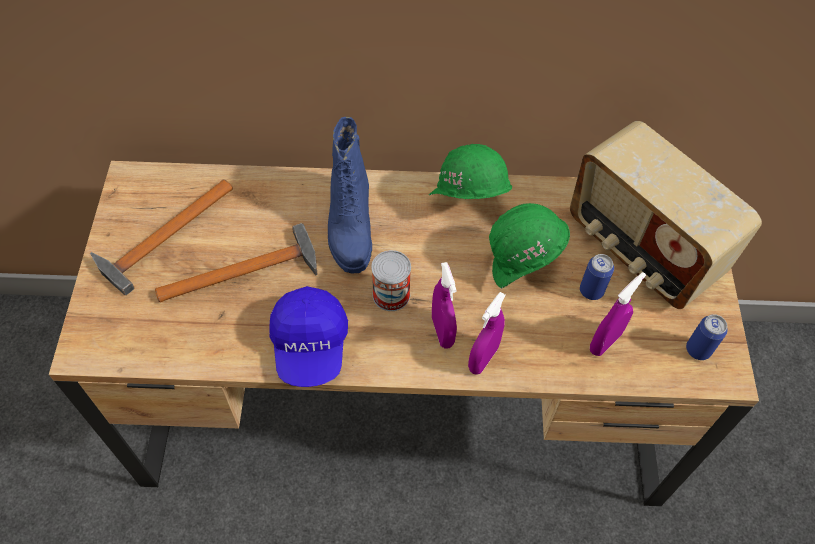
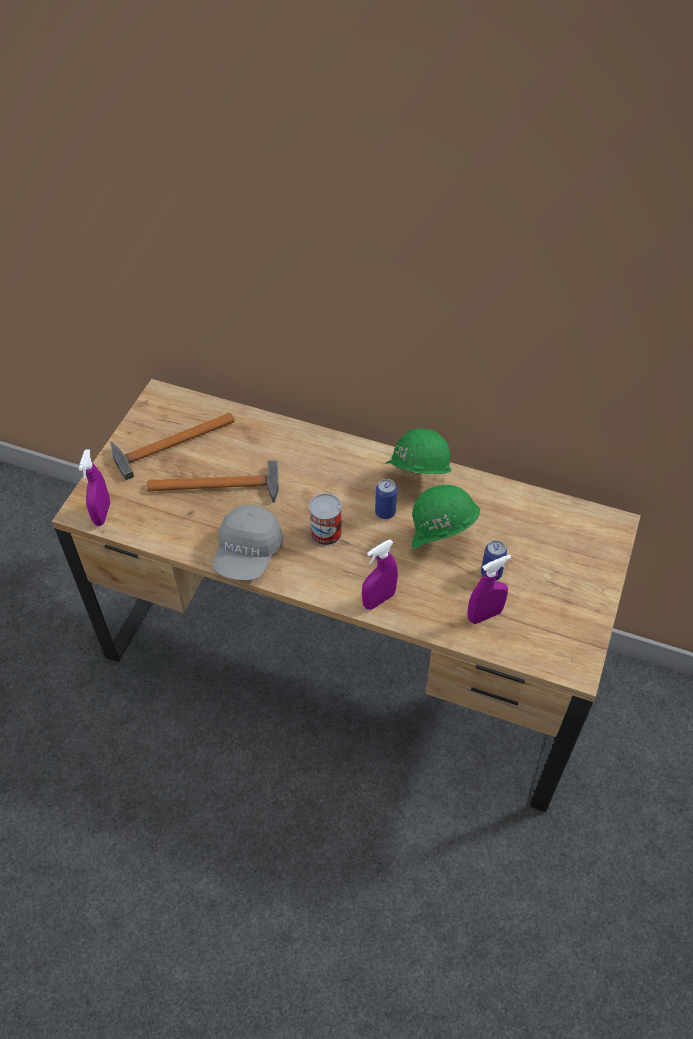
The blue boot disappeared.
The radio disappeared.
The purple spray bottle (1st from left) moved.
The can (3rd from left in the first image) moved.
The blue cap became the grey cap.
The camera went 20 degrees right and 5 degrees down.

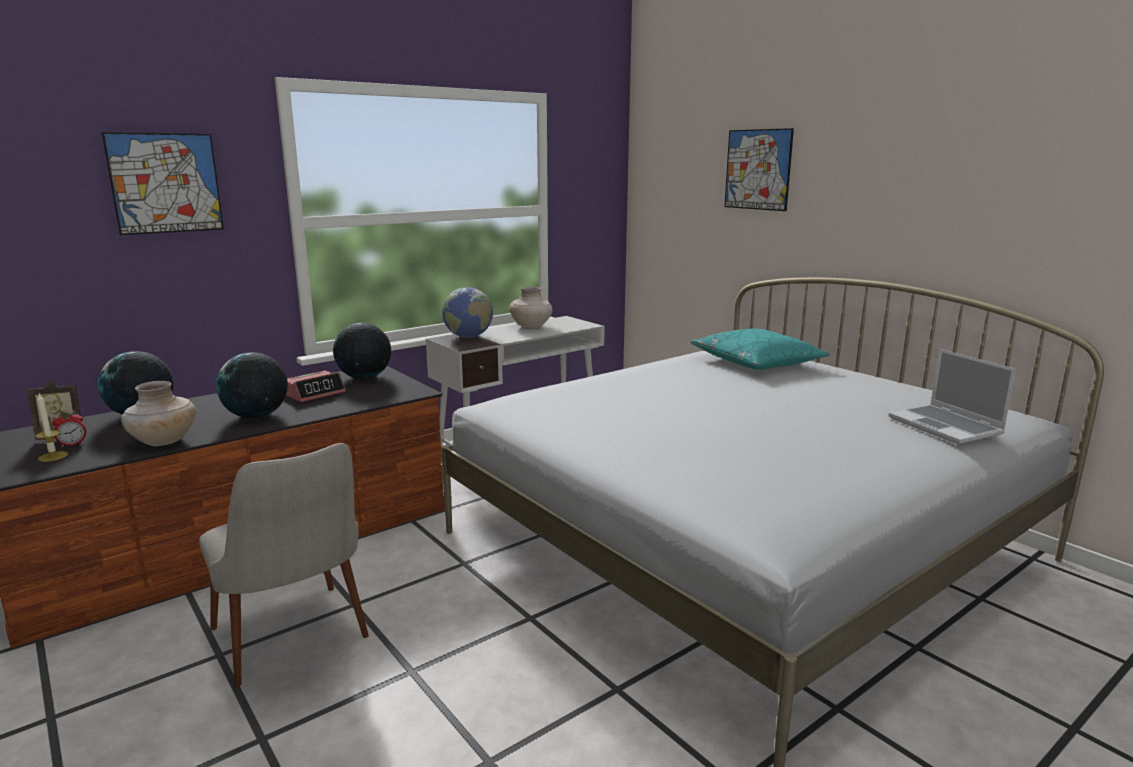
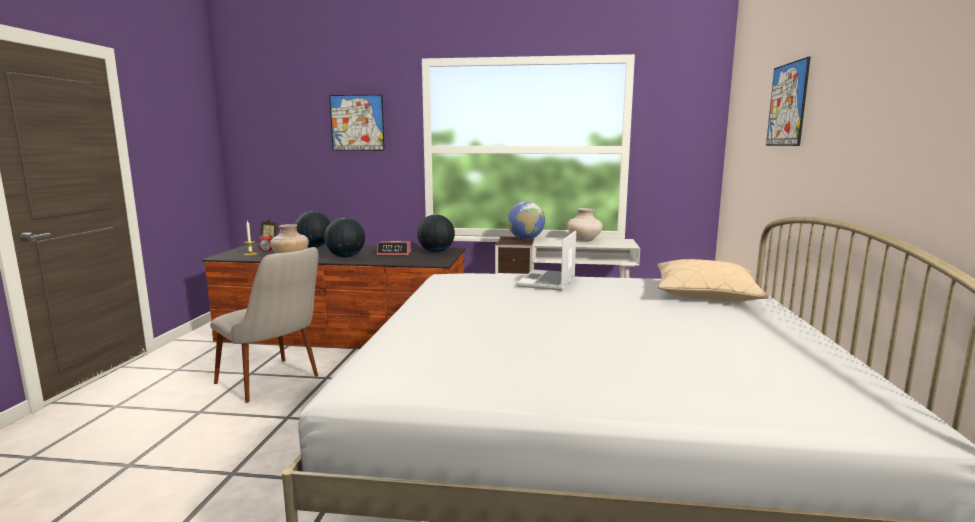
The laptop moved.
The turquoise pillow became the beige pillow.
The beige chair turned 60 degrees counterclockwise.
The camera went 45 degrees right and 5 degrees down.

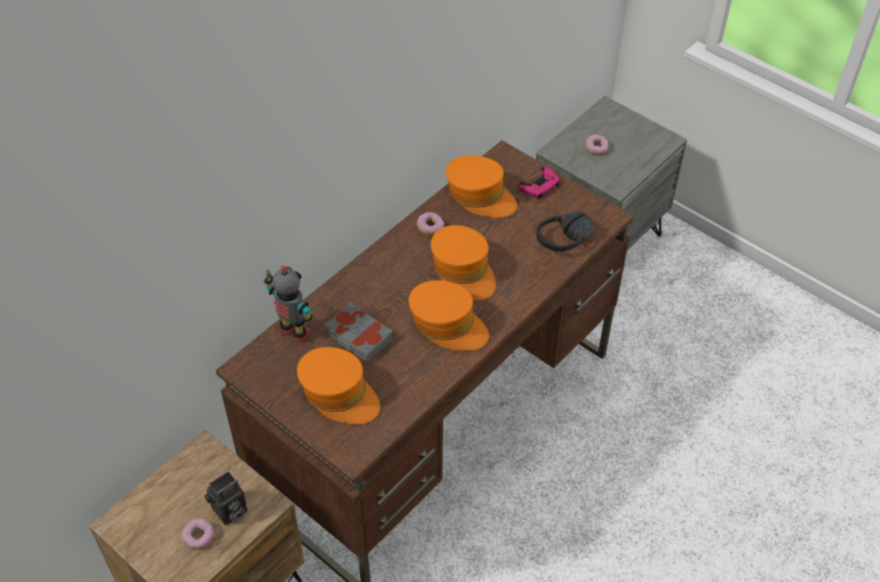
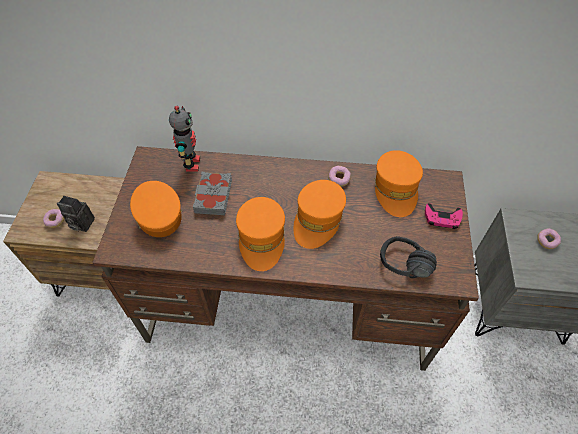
The orange cap (1st from left) turned 150 degrees clockwise.
The camera went 55 degrees right and 5 degrees up.

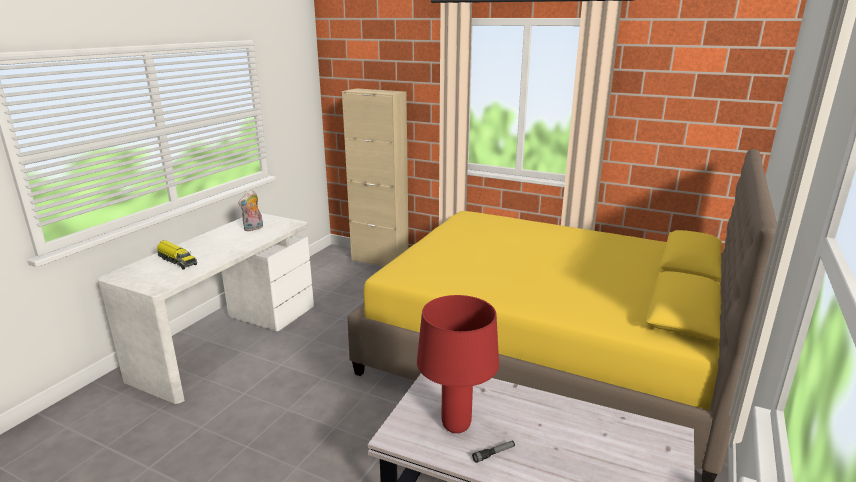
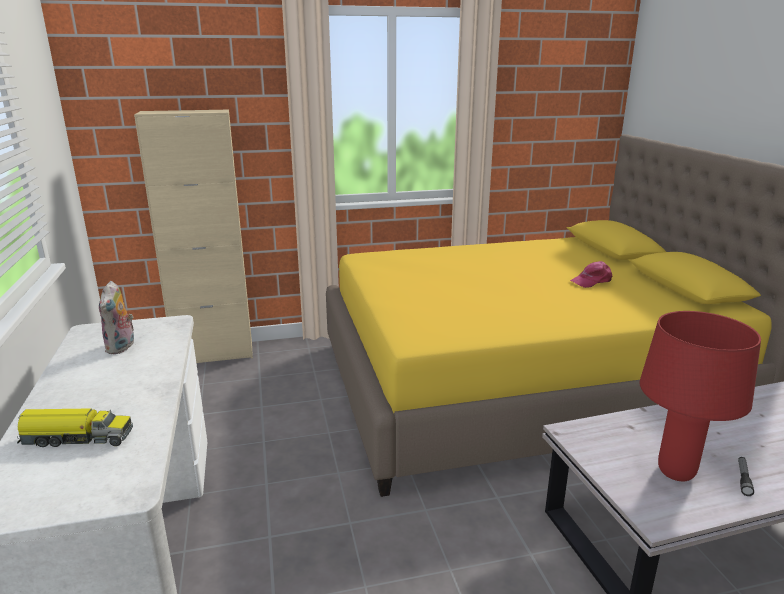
The pink cap appeared.
The camera went 40 degrees left and 0 degrees up.

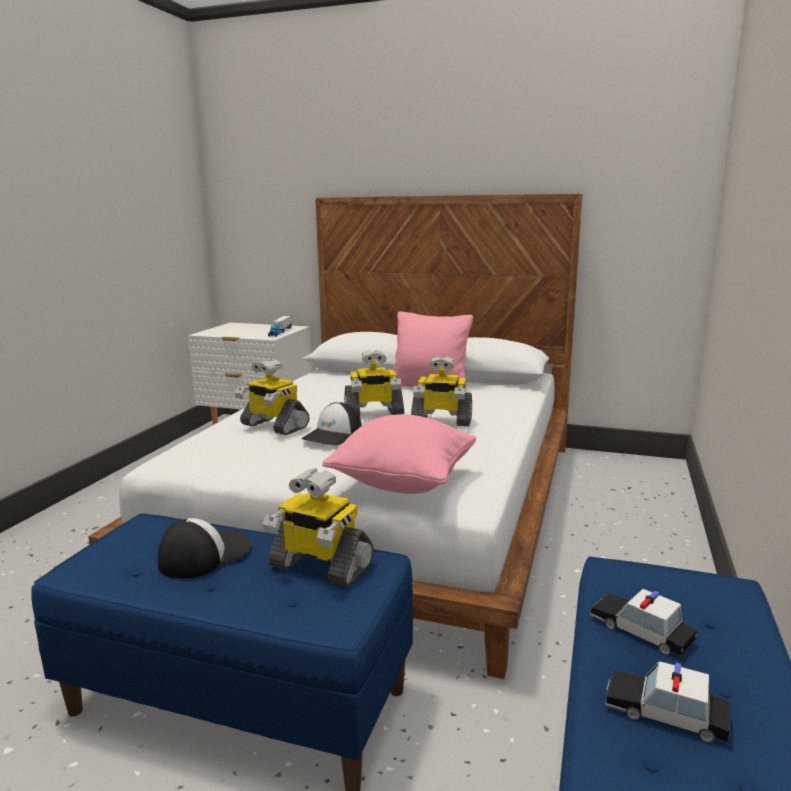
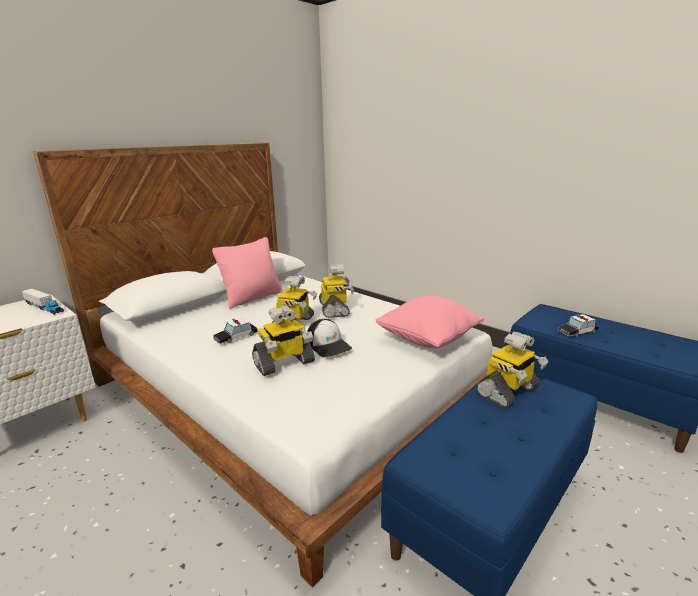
The cap (1st from left) disappeared.
The toy car (2nd from left in the first image) moved.
The toy robot (4th from left in the first image) turned 45 degrees counterclockwise.
The camera went 65 degrees left and 5 degrees up.

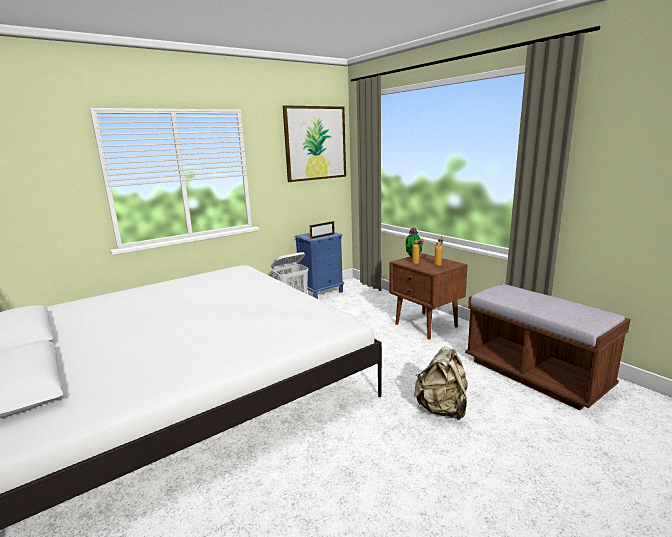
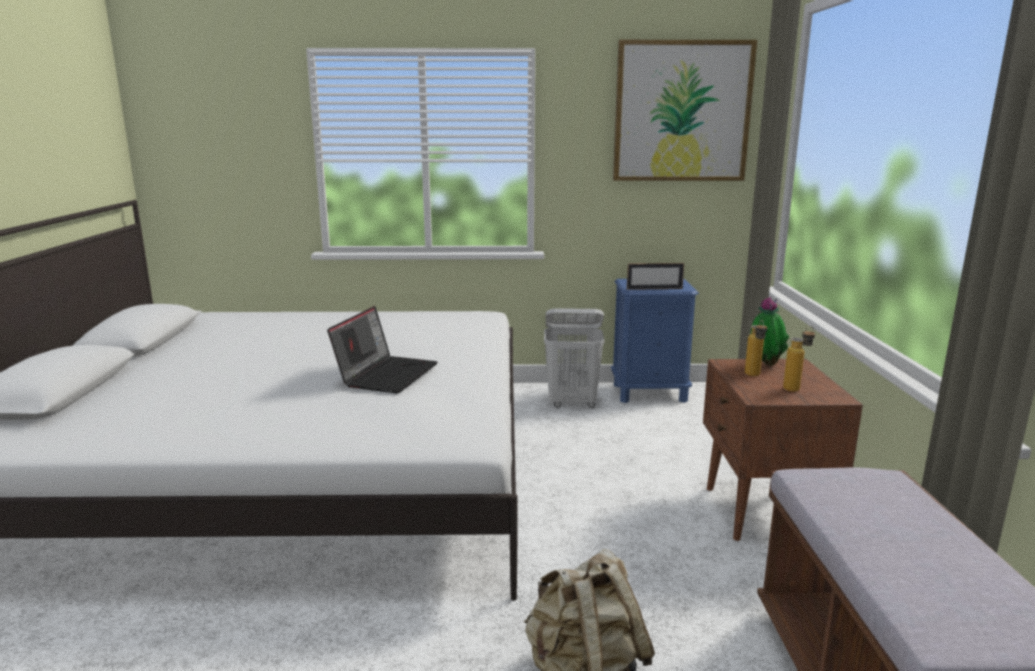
The laptop appeared.
The camera went 35 degrees right and 0 degrees up.

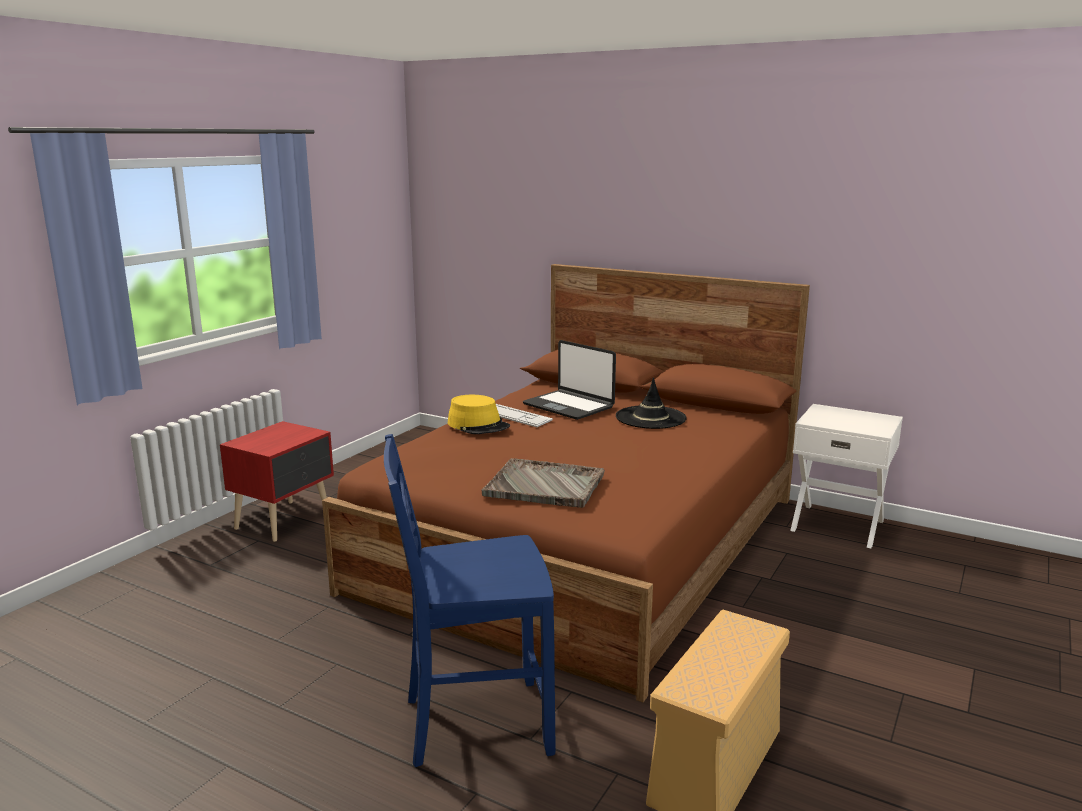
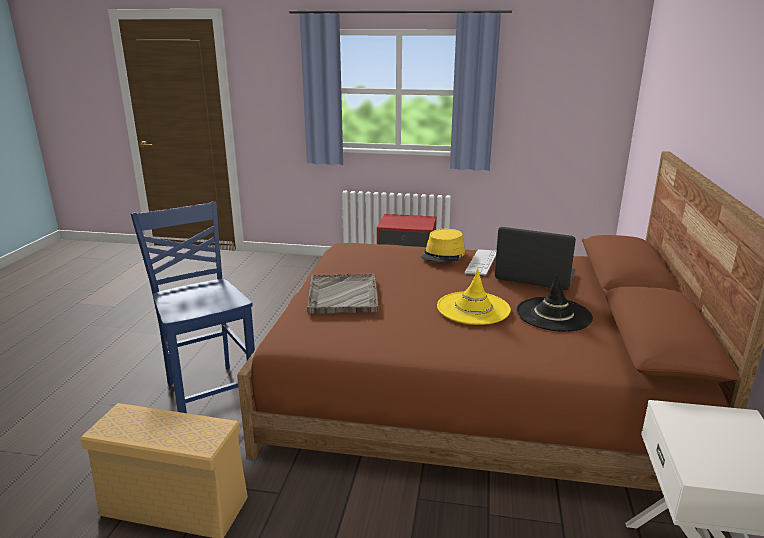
The yellow hat (2nd from left) appeared.
The laptop turned 90 degrees clockwise.
The camera went 70 degrees right and 5 degrees up.

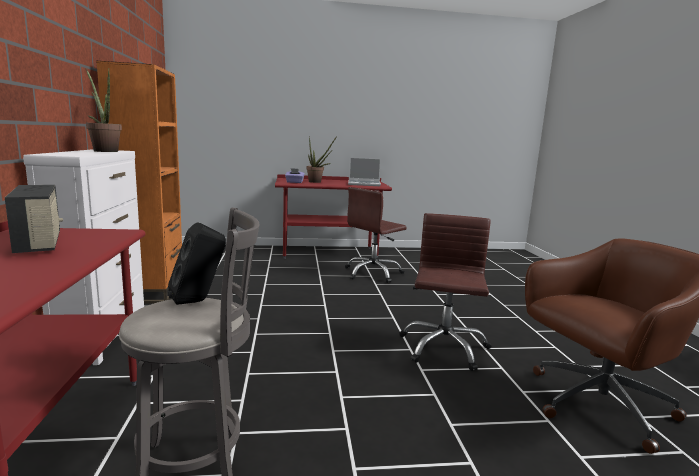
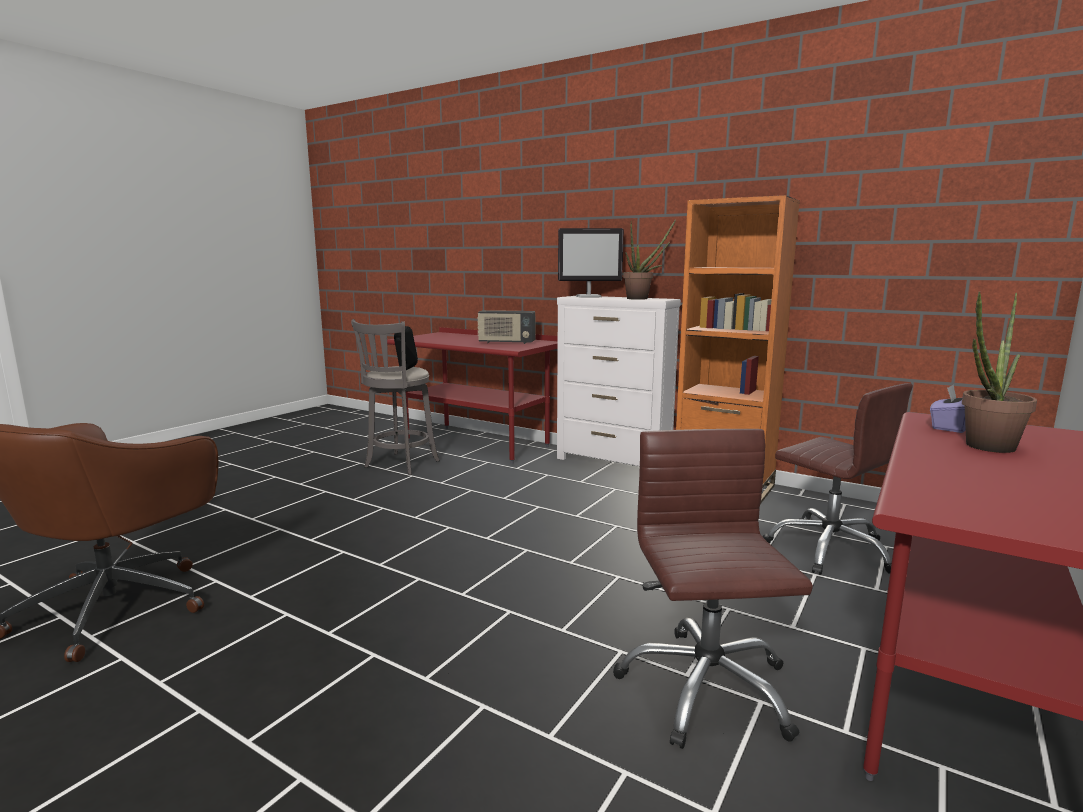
The laptop disappeared.
The monitor appeared.
The brown office chair (2nd from left in the first image) moved.
The camera went 130 degrees right and 0 degrees up.

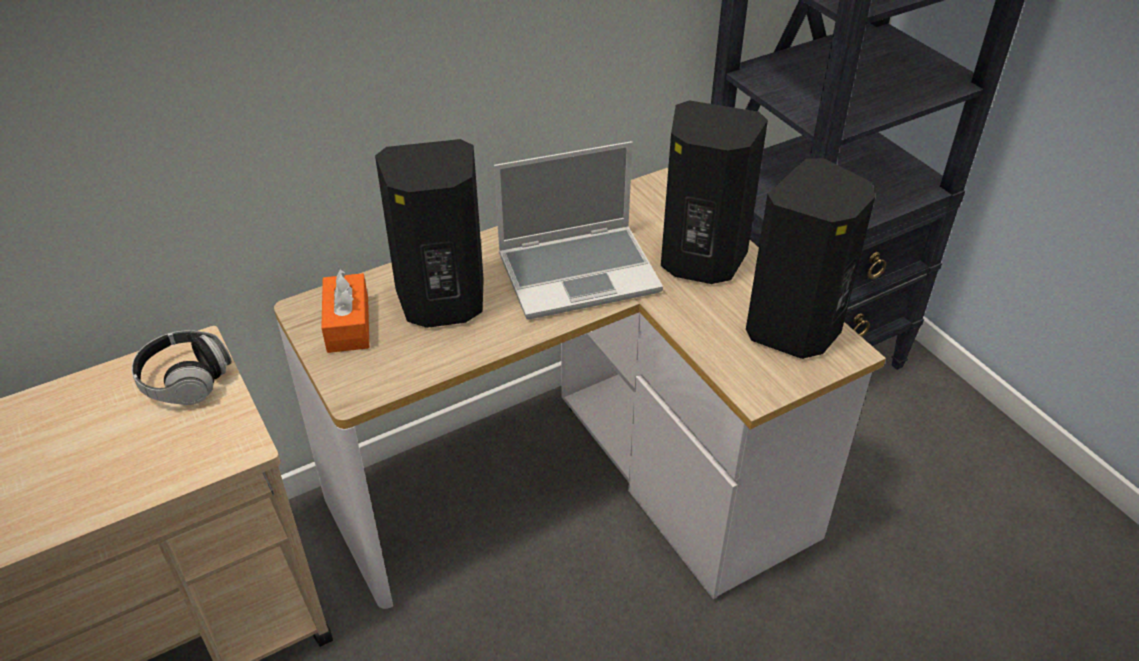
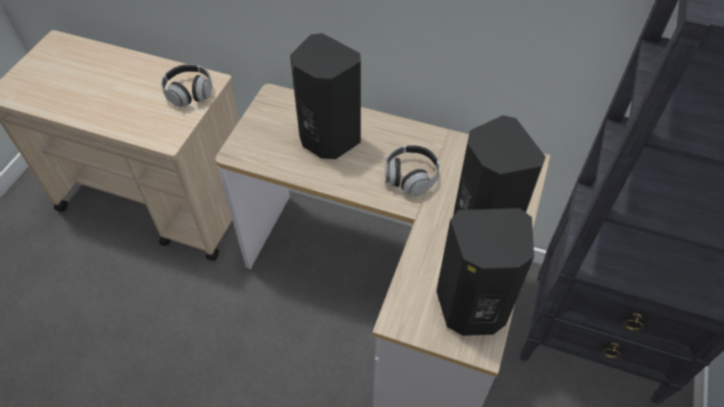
The orange tissue box disappeared.
The laptop was replaced by the headphones (2nd from left).
The camera went 50 degrees right and 10 degrees up.

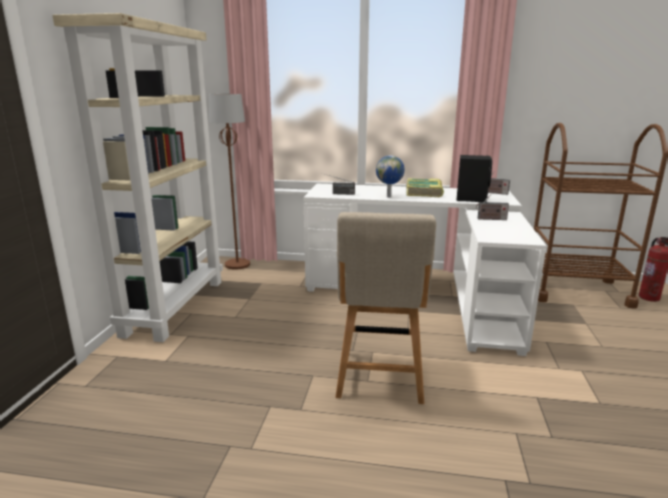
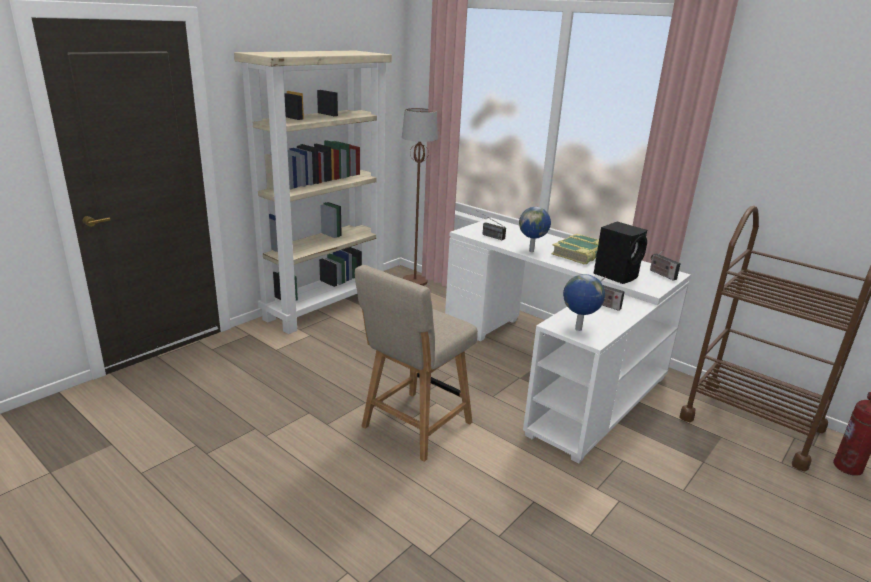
The globe (2nd from left) appeared.
The camera went 30 degrees right and 5 degrees up.

